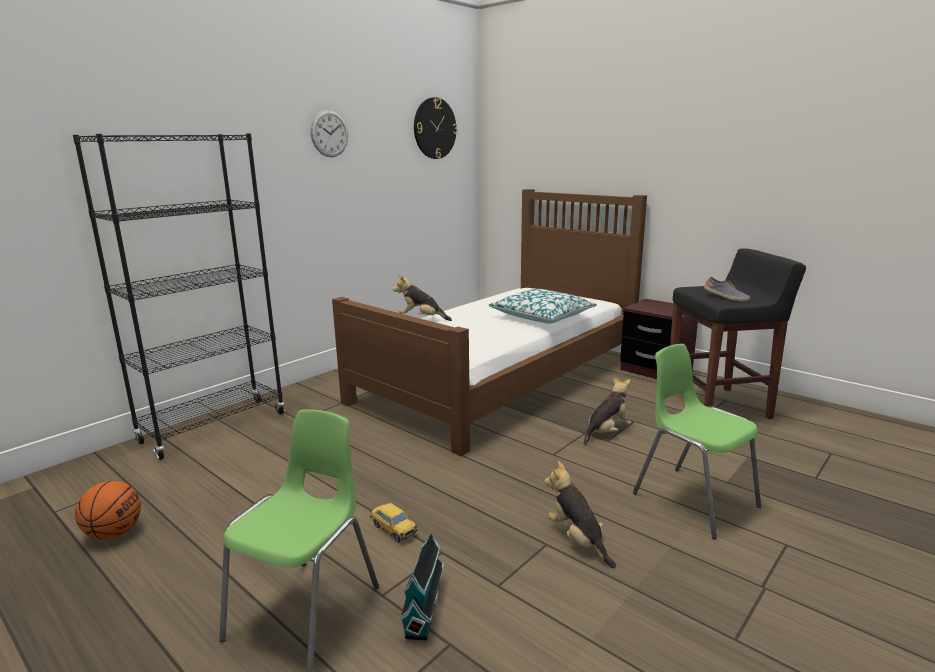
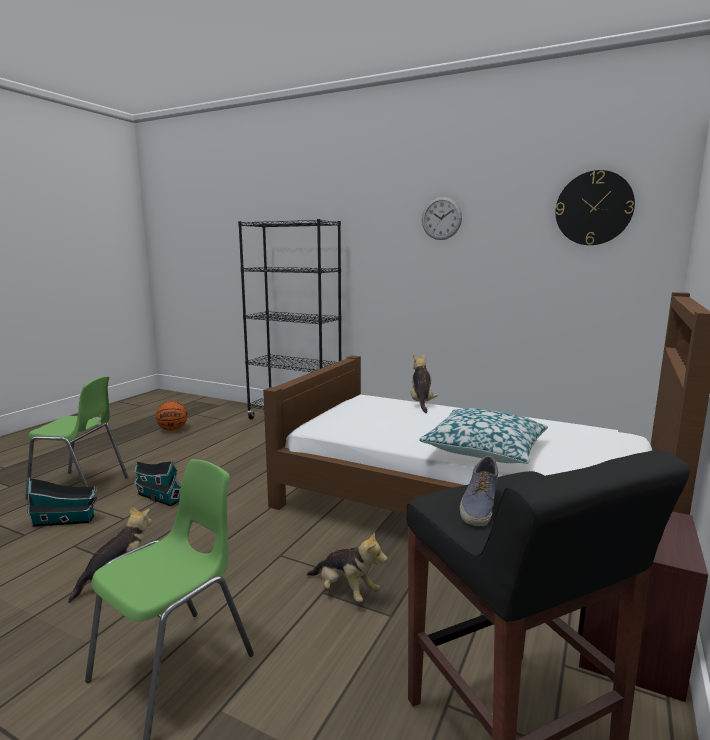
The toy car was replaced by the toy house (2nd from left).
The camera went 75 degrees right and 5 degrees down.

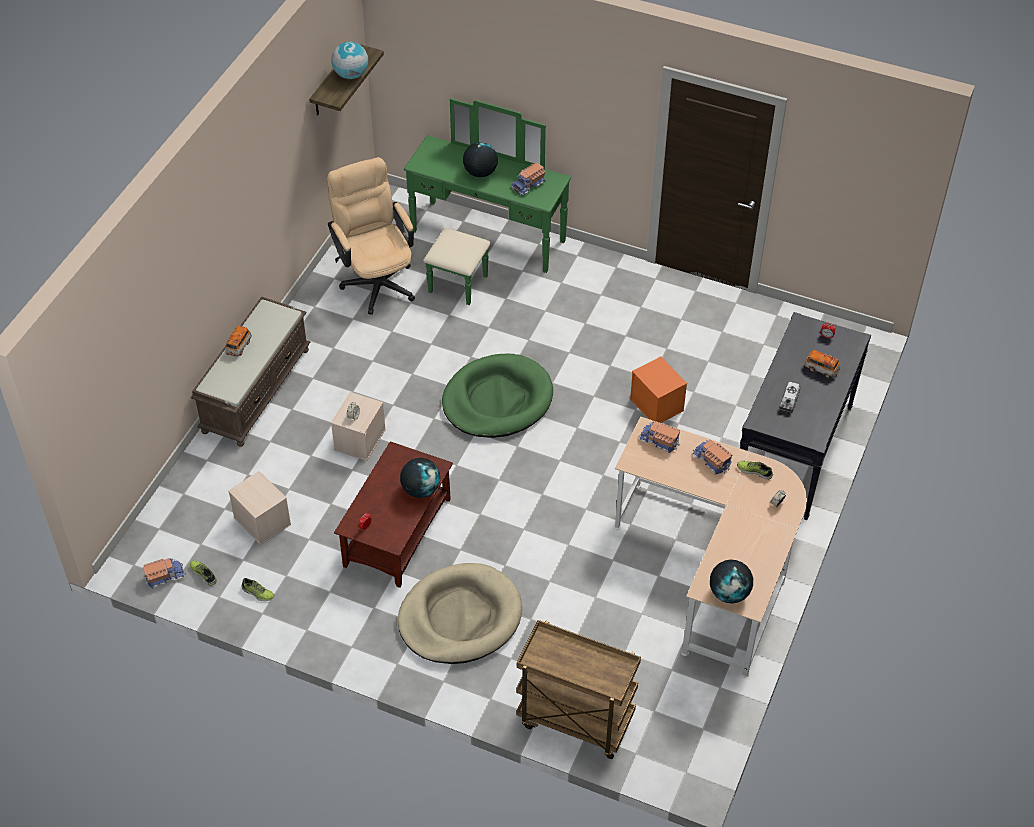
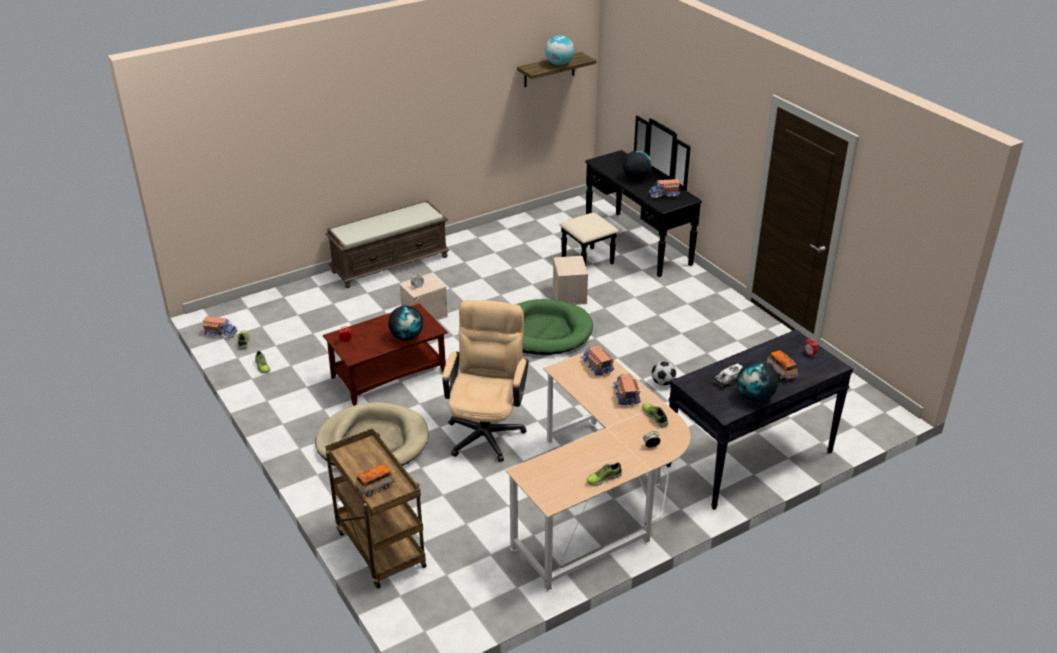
The shoe (3rd from left) appeared.
The toy car (1st from left) moved.
The beige storage box (1st from left in the first image) moved.
The beige office chair moved.
The globe (4th from left) moved.
The orange storage box was replaced by the football.
The green dresser became the black dresser.
The camera went 35 degrees right and 15 degrees down.

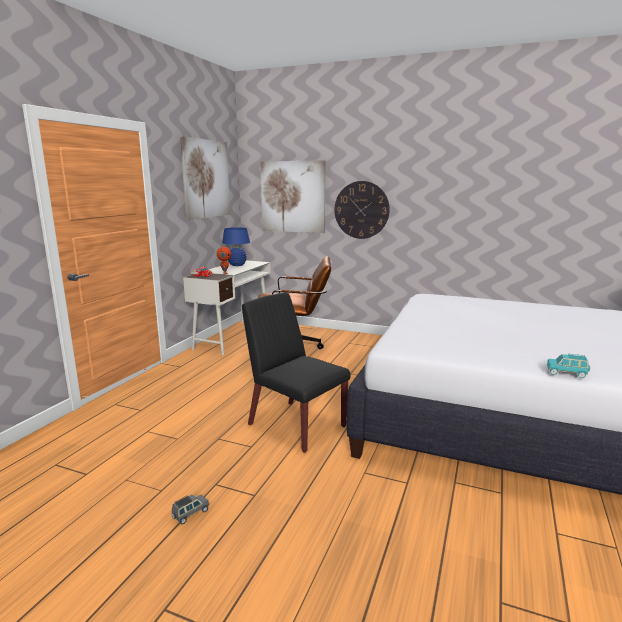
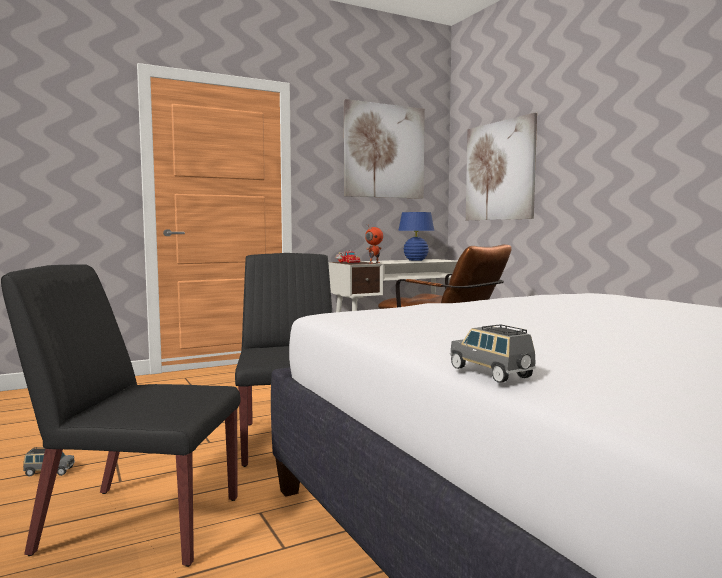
The wall clock disappeared.
The black chair (1st from left) appeared.
The turquoise toy car became the grey toy car (2nd from left).
The camera went 40 degrees right and 10 degrees down.

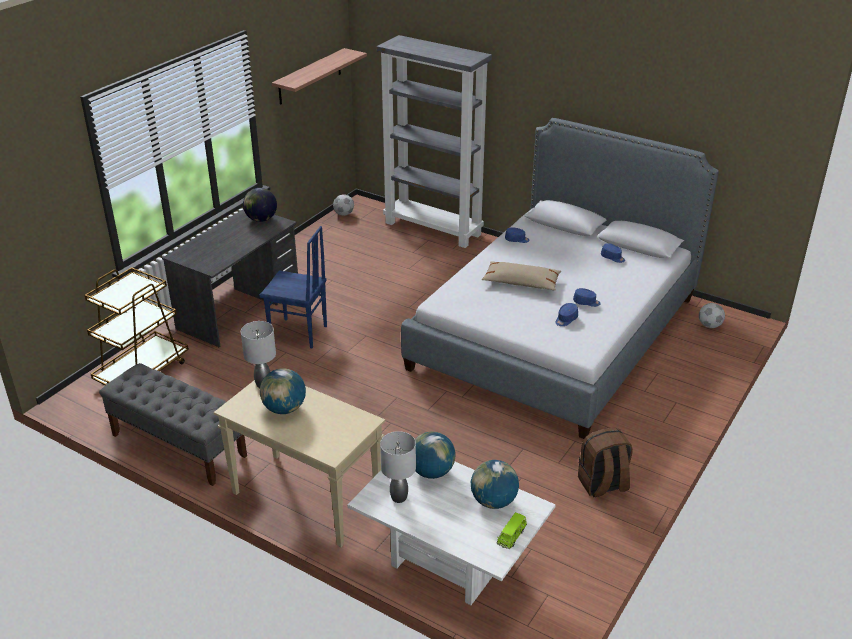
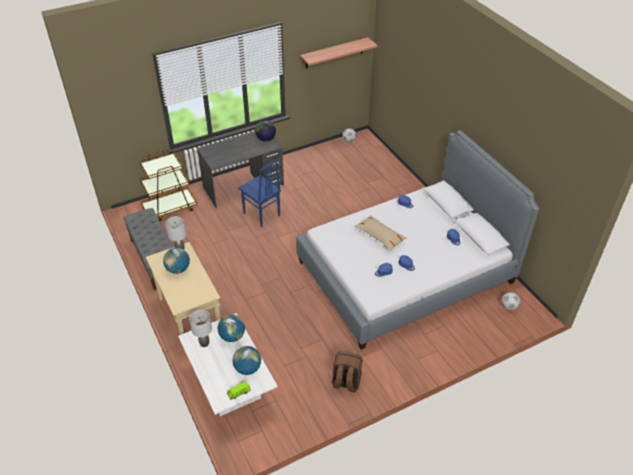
The grey bookcase disappeared.
The camera went 30 degrees right and 10 degrees up.

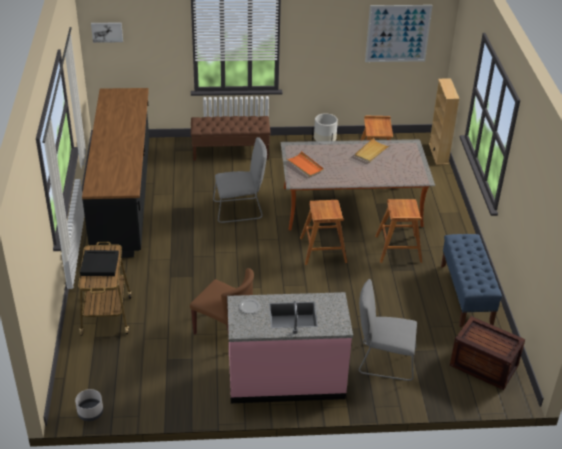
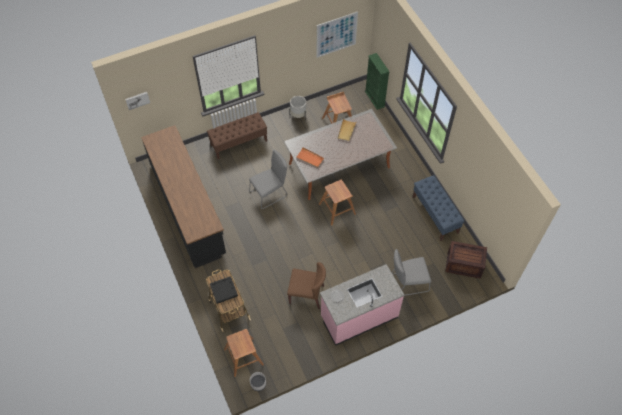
The brown stool (3rd from left in the first image) moved.
The beige bookcase became the green bookcase.
The camera went 20 degrees left and 20 degrees up.

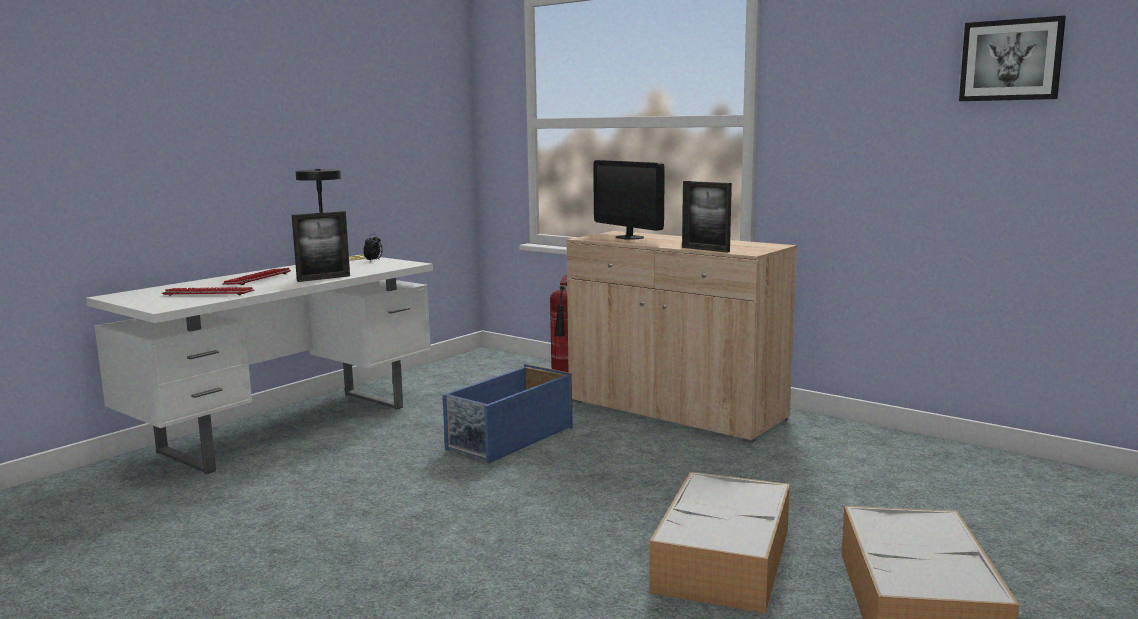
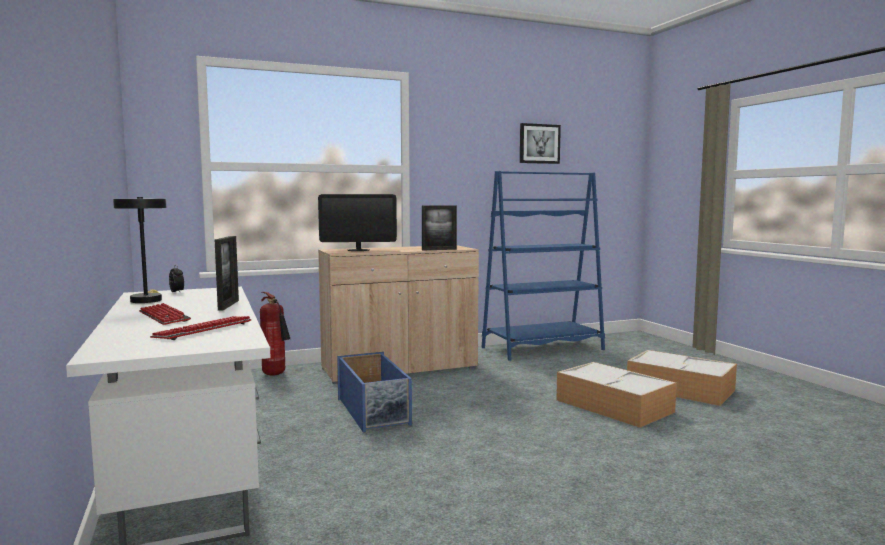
The blue bookcase appeared.
The camera went 60 degrees left and 5 degrees down.

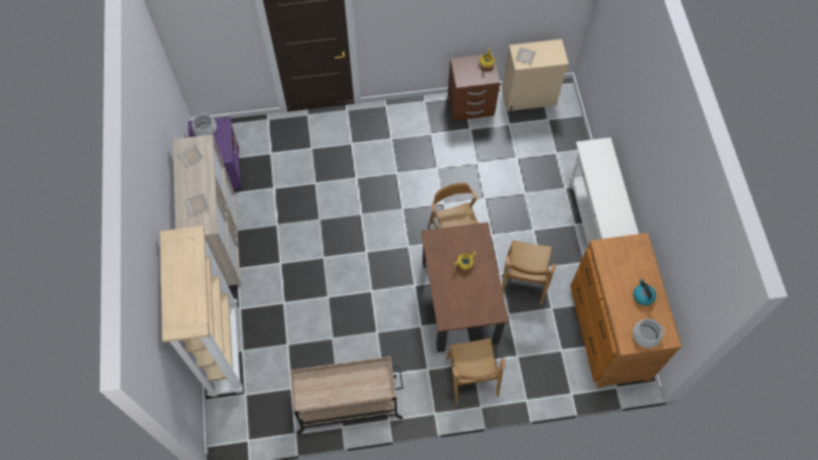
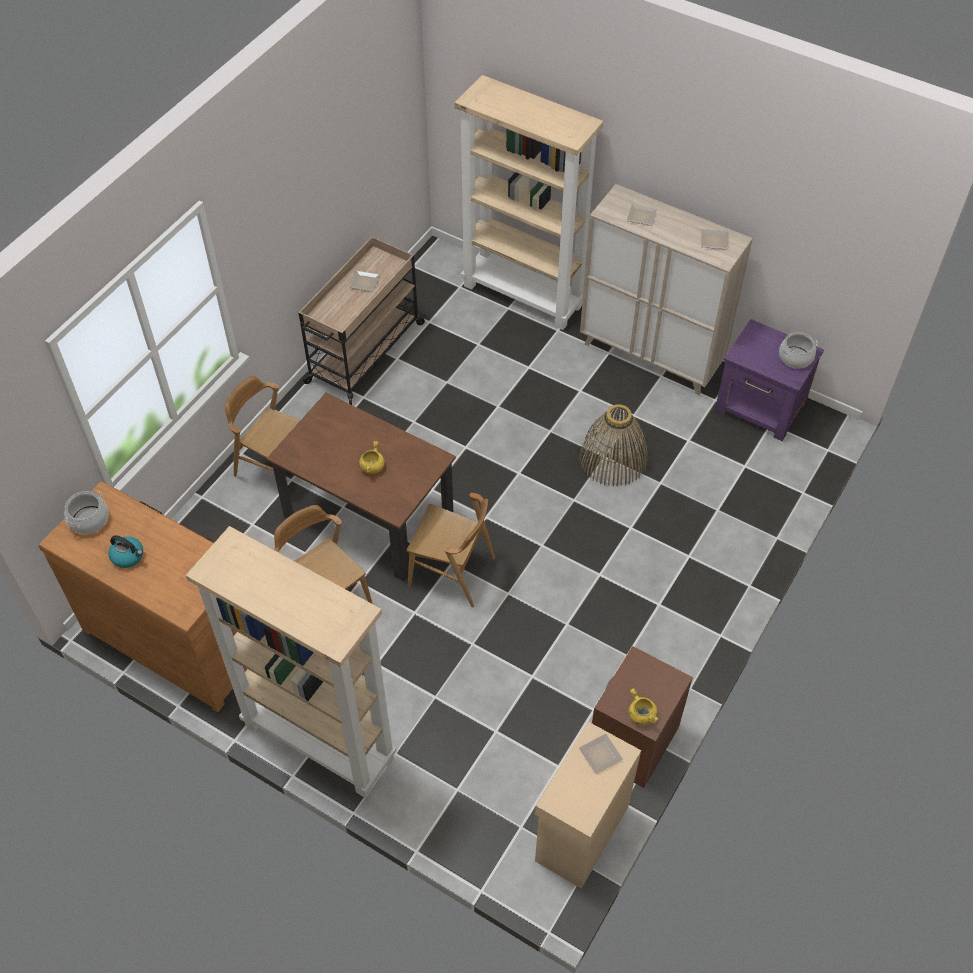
The plate (1st from left) appeared.
The basket appeared.
The white console table was replaced by the beige bookcase (1st from left).
The camera went 130 degrees right and 10 degrees down.

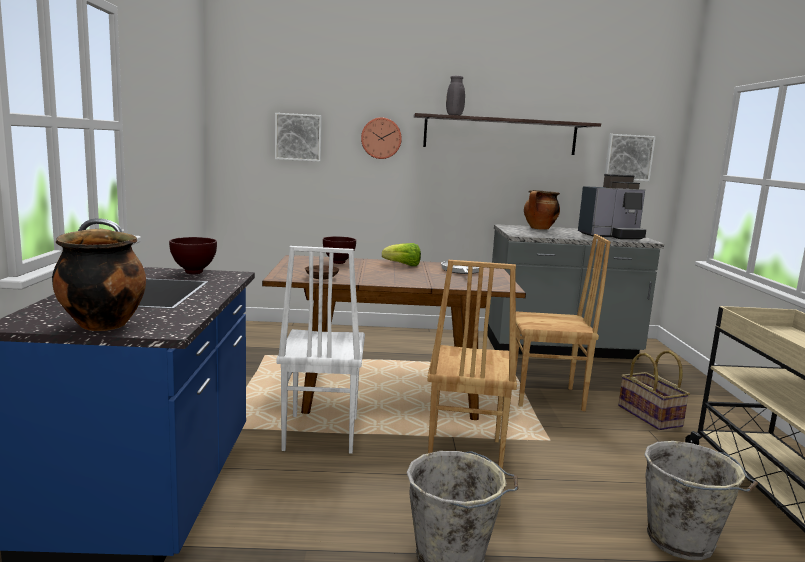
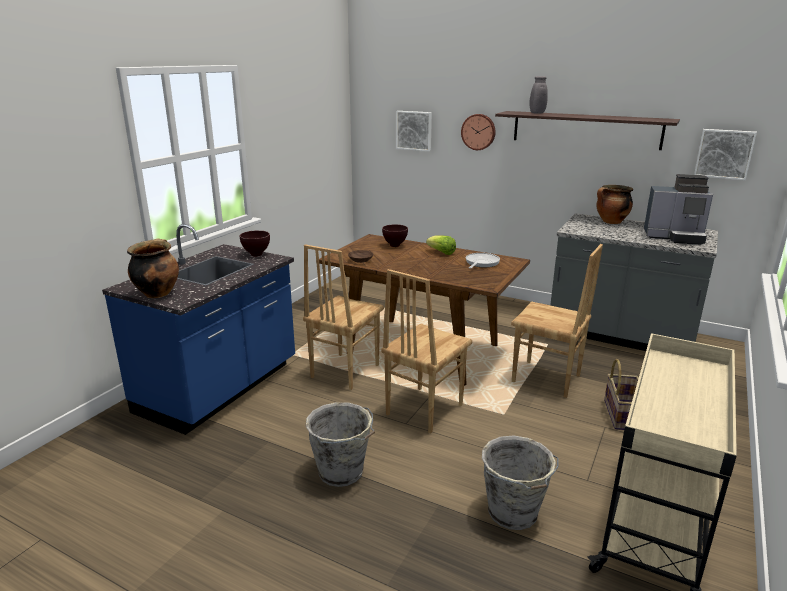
The white chair became the brown chair (1st from left).
The camera went 30 degrees right and 10 degrees up.

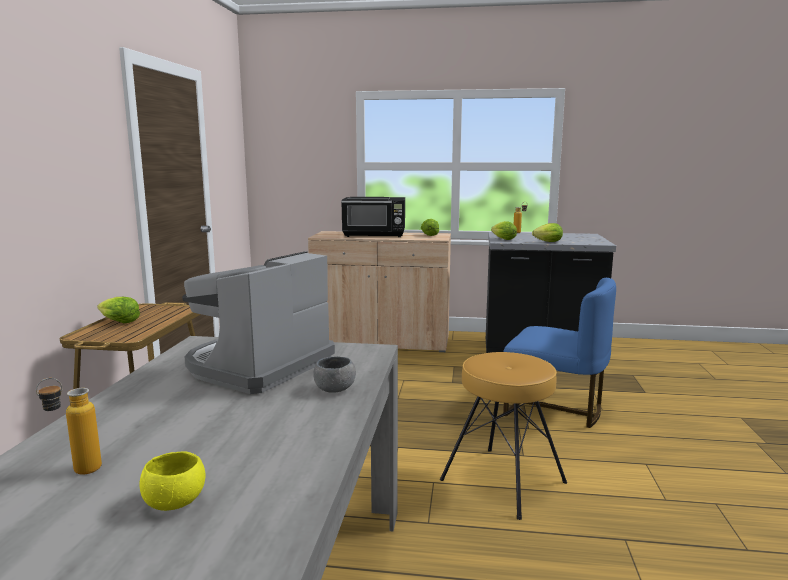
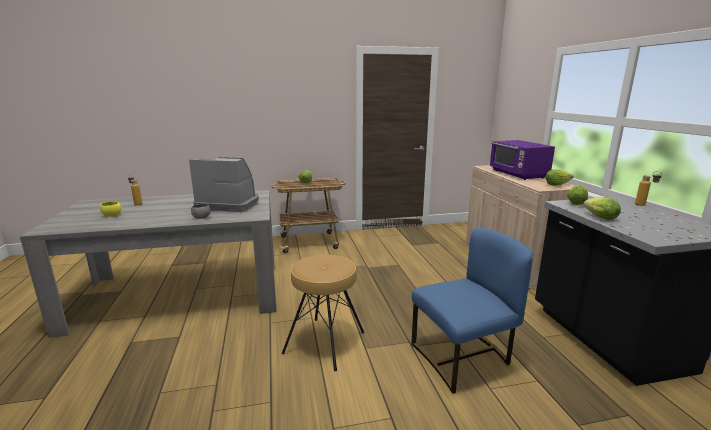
The black microwave became the purple microwave.
The blue chair turned 120 degrees counterclockwise.
The camera went 70 degrees right and 5 degrees up.

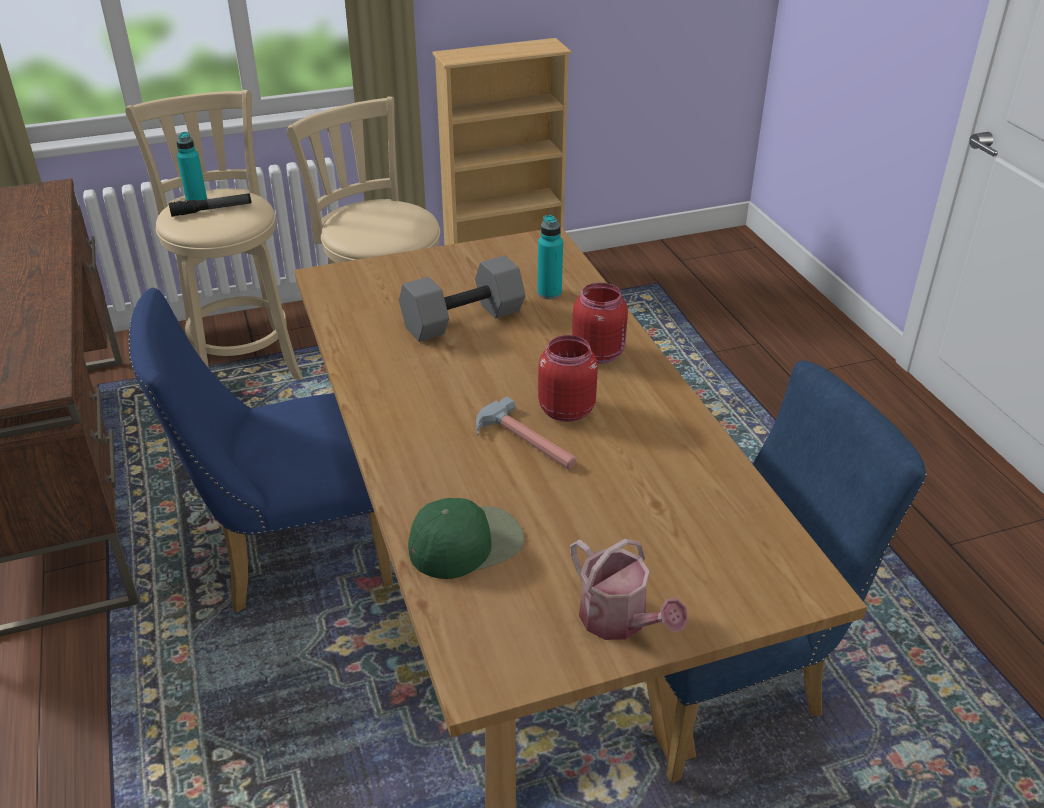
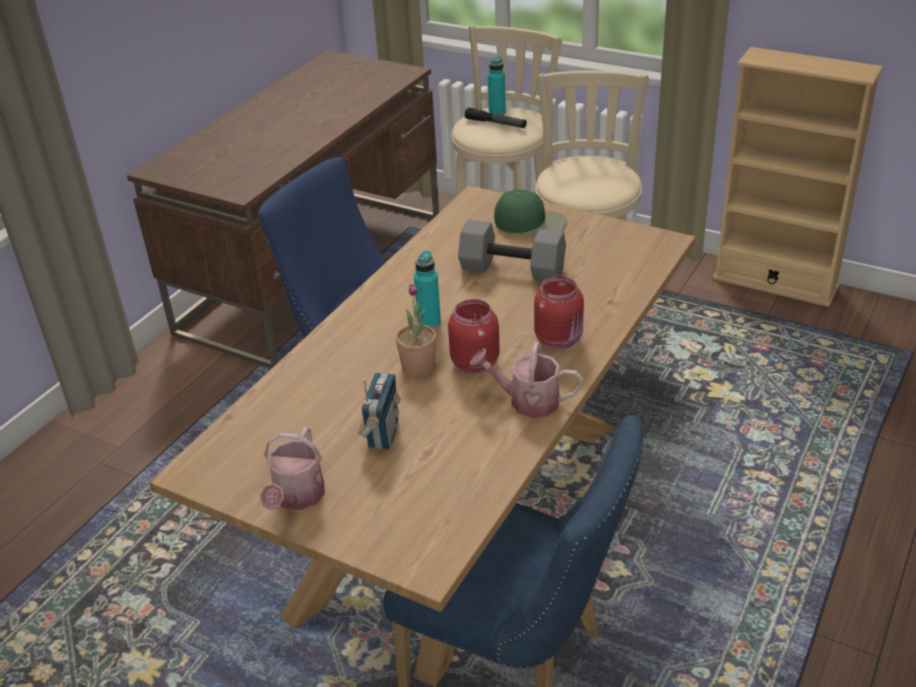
The radio appeared.
The watering can (2nd from left) appeared.
The green cap moved.
The turquoise bottle (2nd from left in the first image) moved.
The hammer was replaced by the potted plant.
The camera went 50 degrees right and 0 degrees up.

